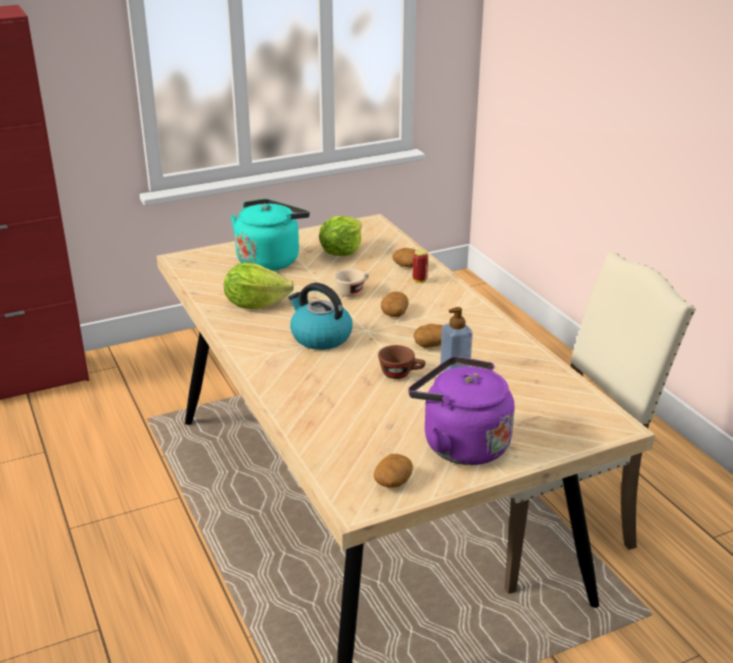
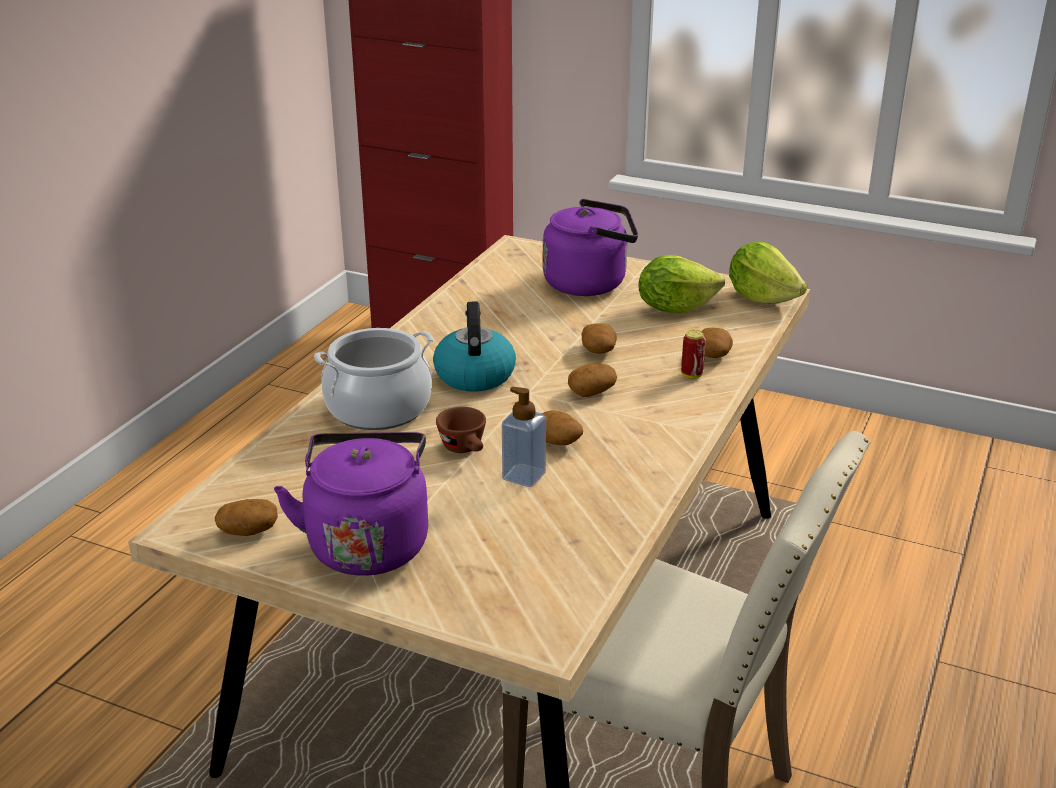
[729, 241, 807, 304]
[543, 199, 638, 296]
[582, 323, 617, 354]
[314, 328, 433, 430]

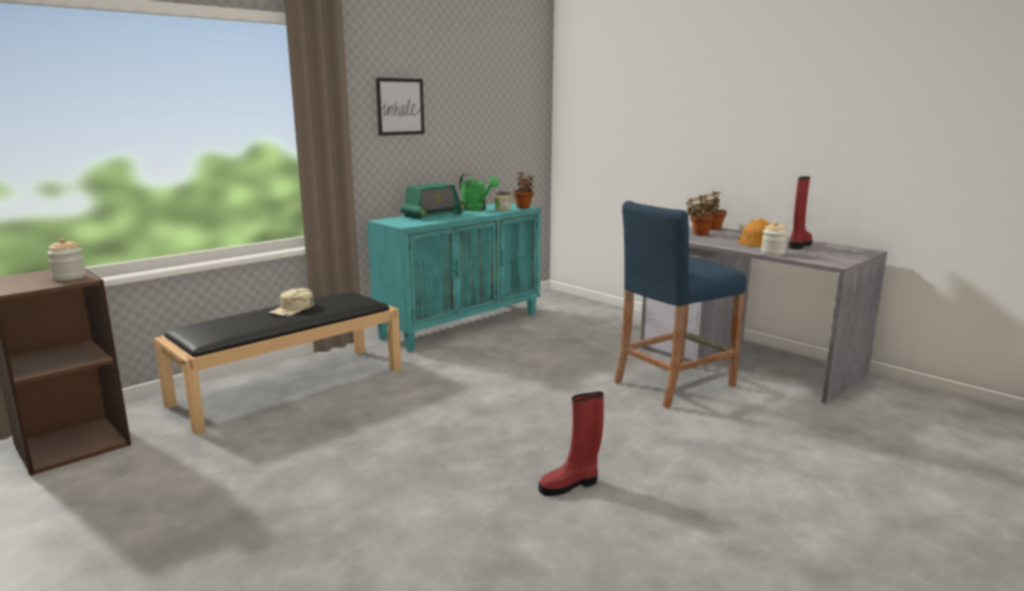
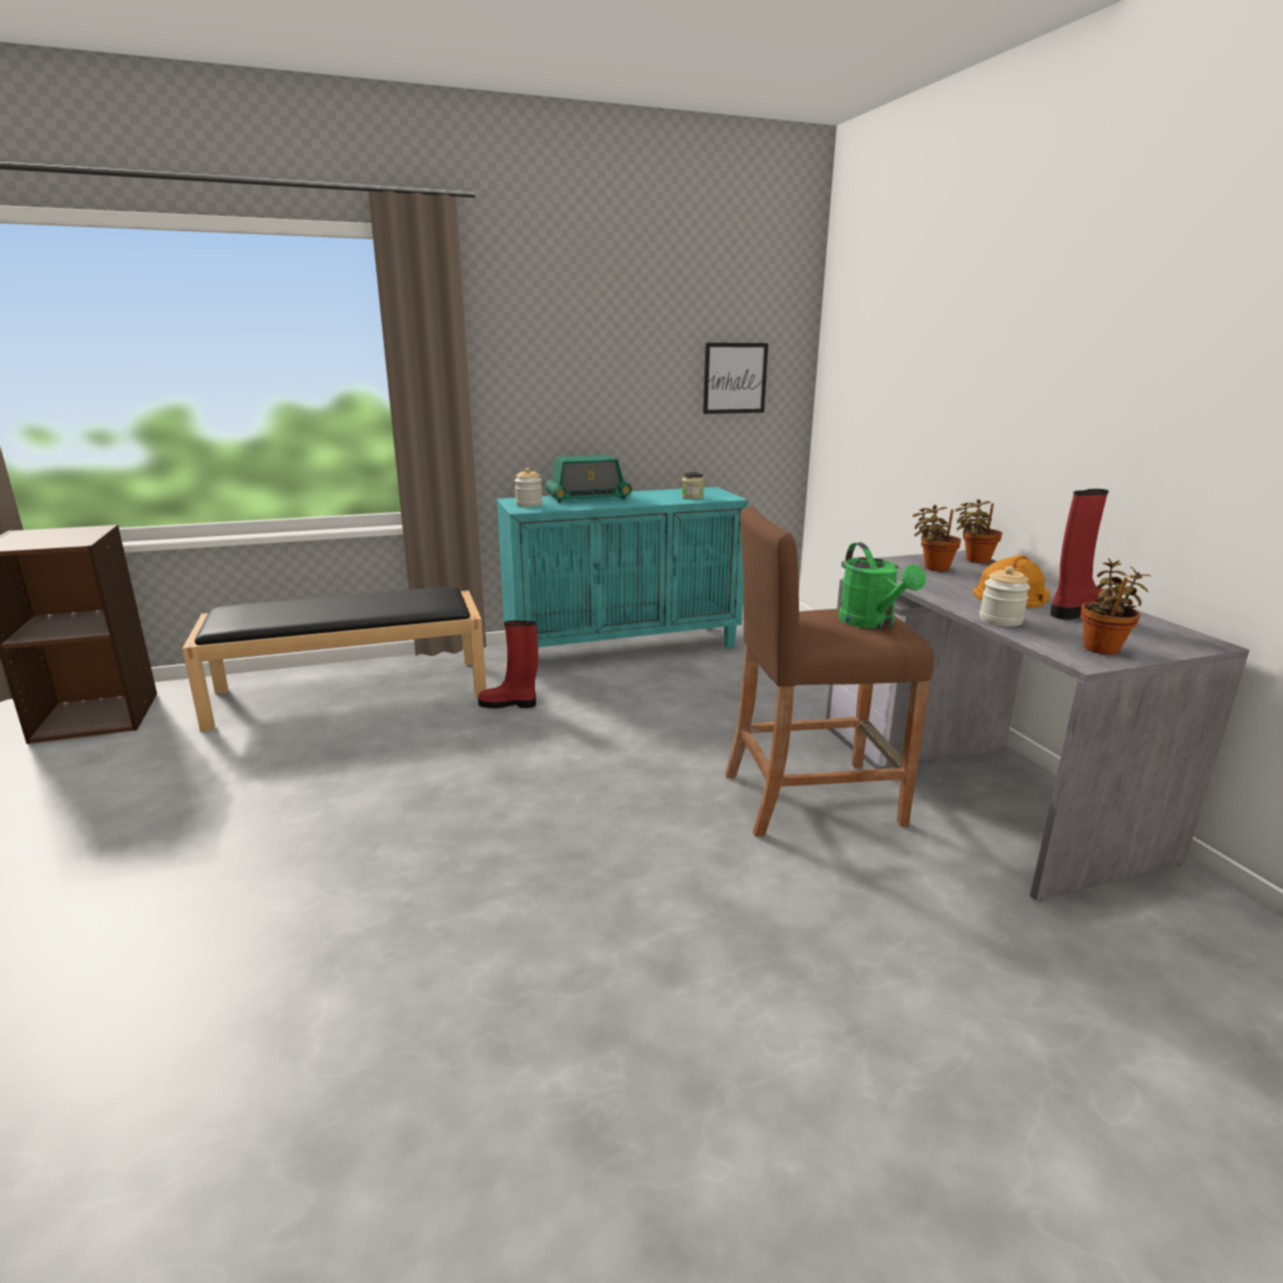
[514, 468, 543, 507]
[268, 288, 314, 316] (first image)
[703, 343, 768, 414]
[839, 542, 926, 629]
[1081, 558, 1151, 655]
[478, 620, 538, 708]
[725, 506, 934, 837]

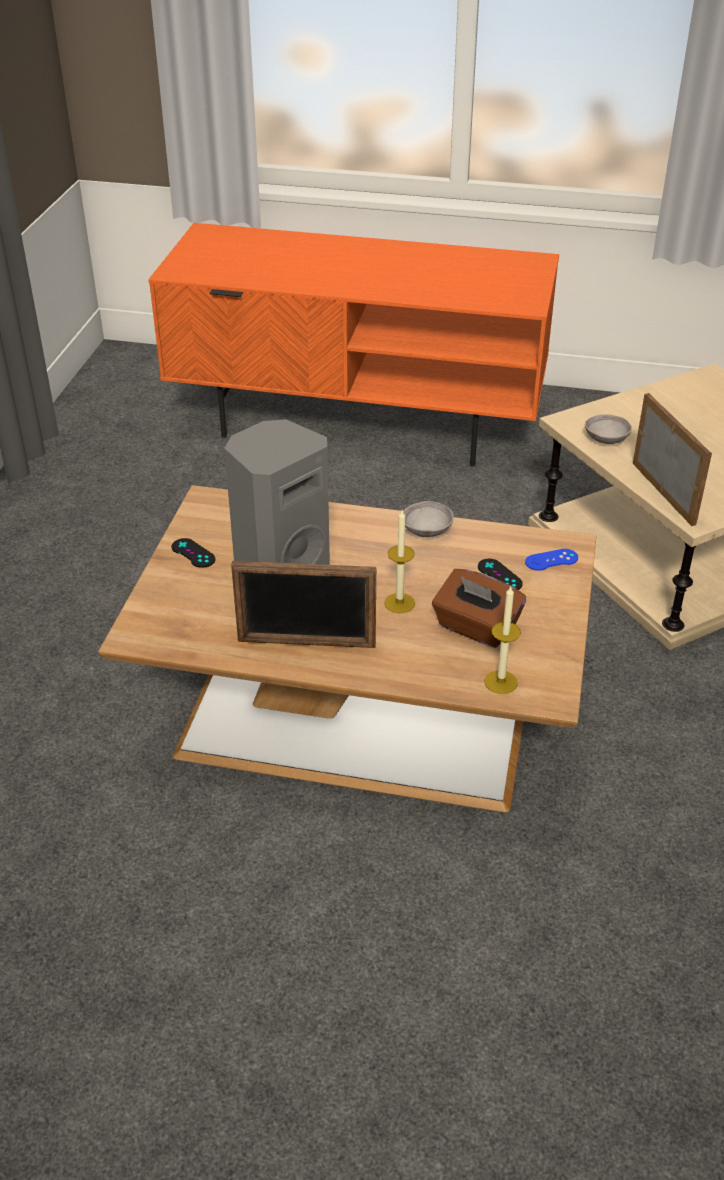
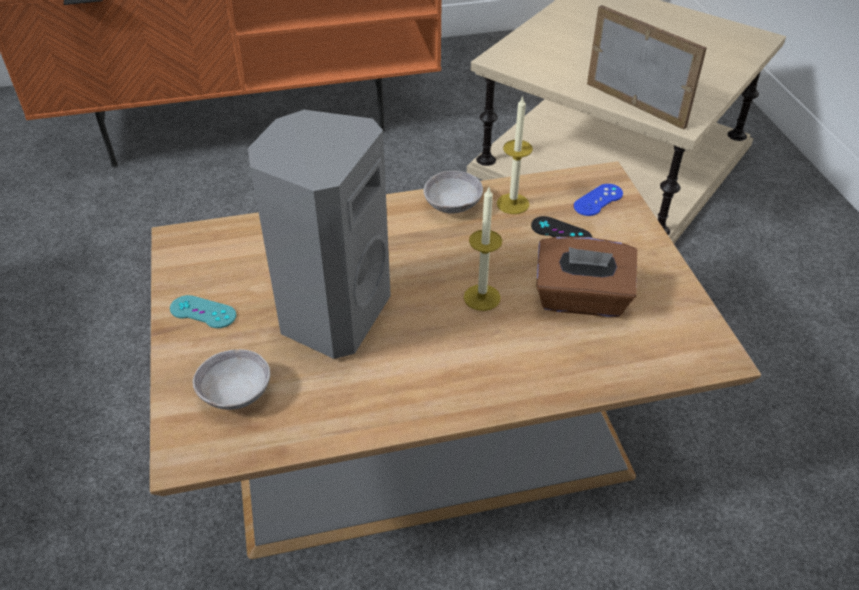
[170, 295, 236, 328]
[231, 561, 376, 648] (first image)
[497, 96, 533, 214]
[193, 349, 270, 410]

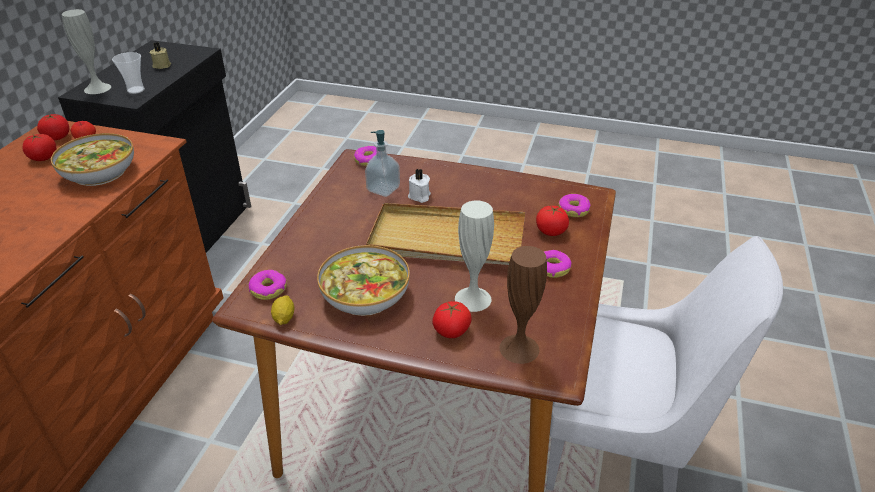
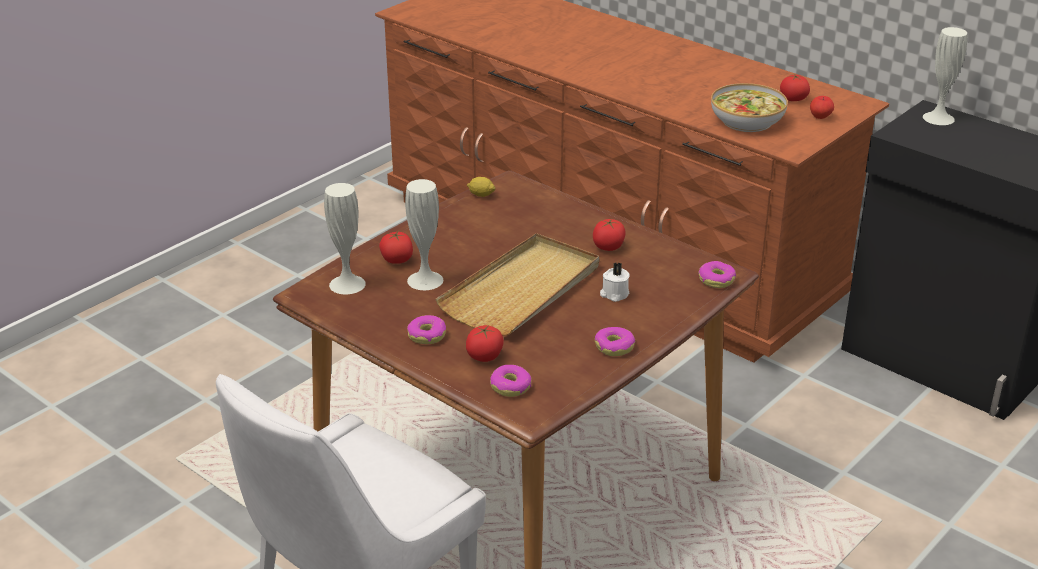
[593, 219, 626, 251]
[112, 52, 145, 94] (first image)
[149, 42, 171, 69] (first image)
[595, 327, 635, 356]
[317, 245, 410, 316] (first image)
[365, 130, 400, 197] (first image)
[324, 183, 366, 294]

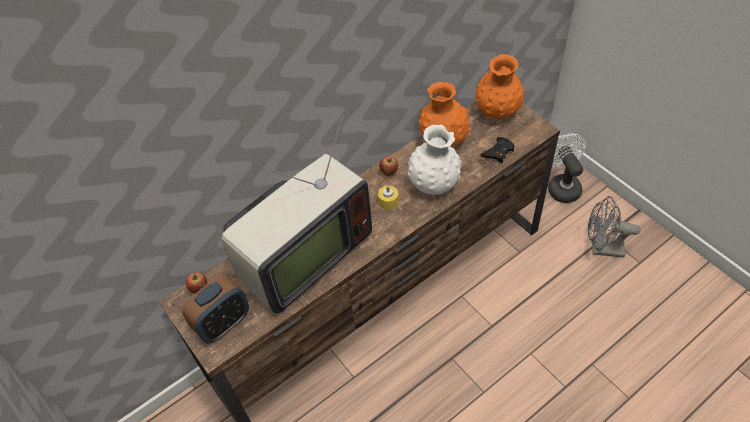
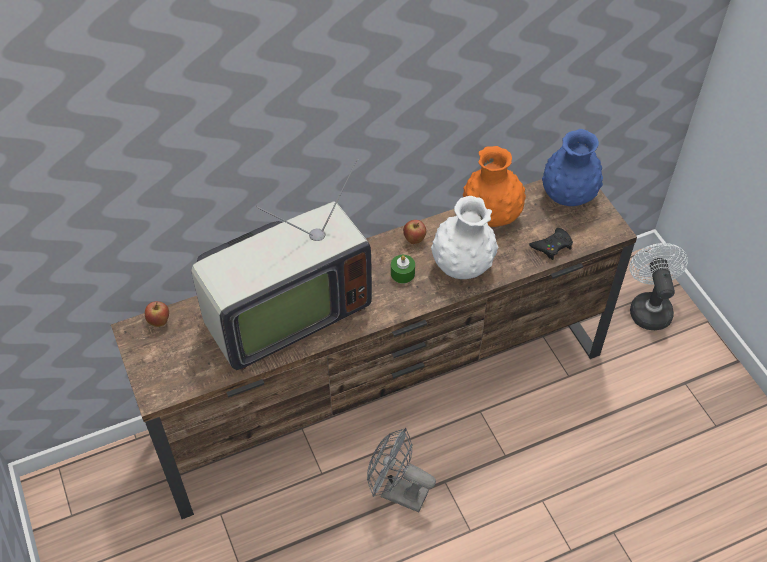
[182, 275, 249, 343] (first image)
[391, 255, 415, 284]
[542, 129, 603, 206]
[367, 428, 436, 512]

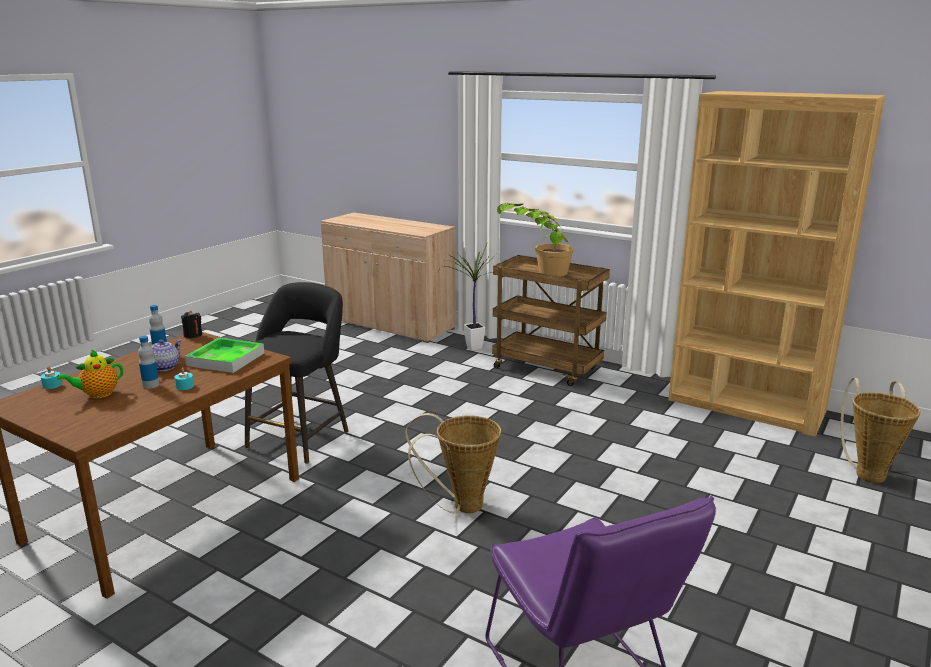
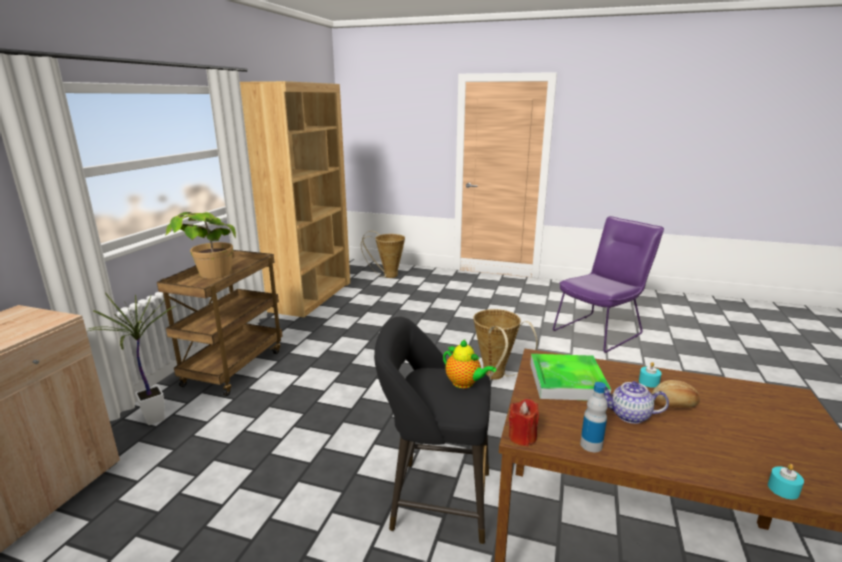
[443, 340, 496, 388]
[651, 380, 700, 408]
[509, 399, 539, 447]

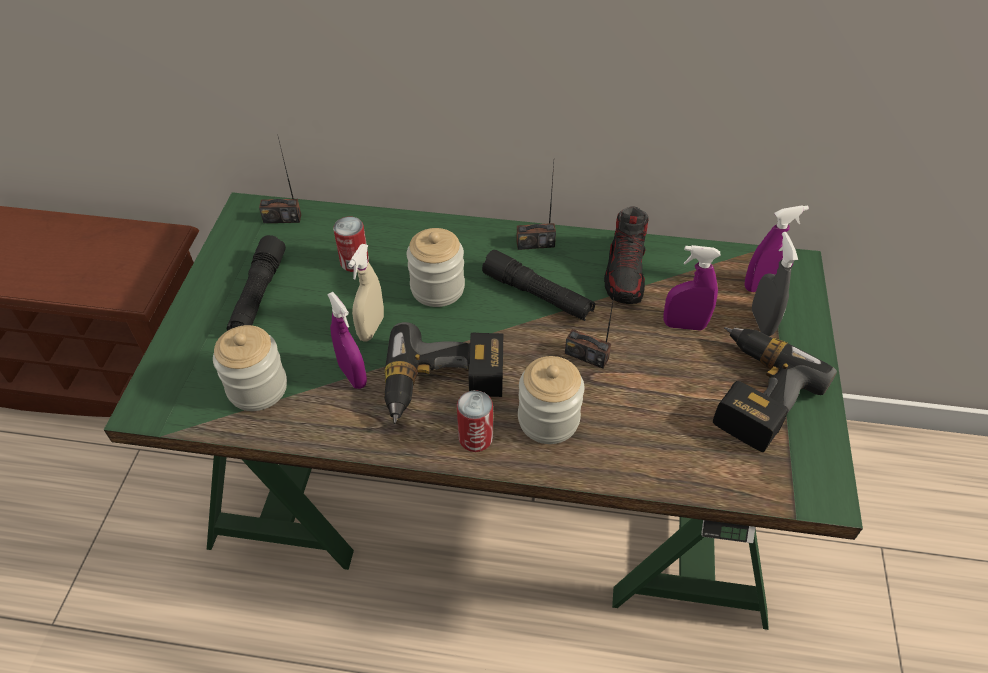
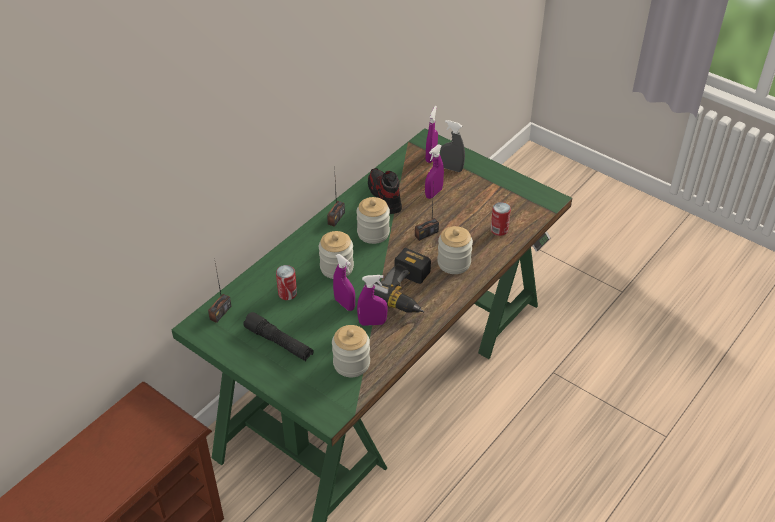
[333, 254, 355, 311]
[491, 202, 511, 236]
[356, 197, 390, 244]
[368, 168, 402, 214]
[713, 327, 837, 452] (first image)

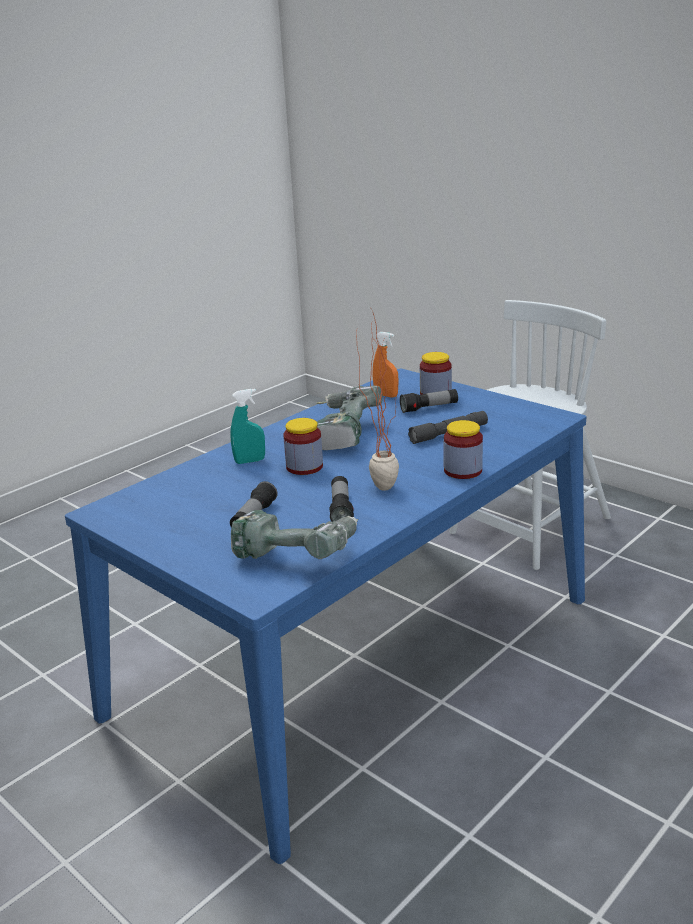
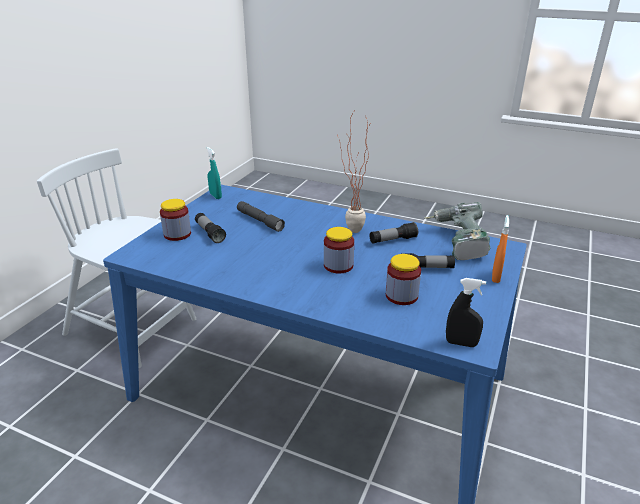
[207, 147, 222, 199]
[316, 386, 383, 450] (first image)
[492, 215, 509, 283]
[386, 254, 421, 305]
[446, 278, 486, 347]

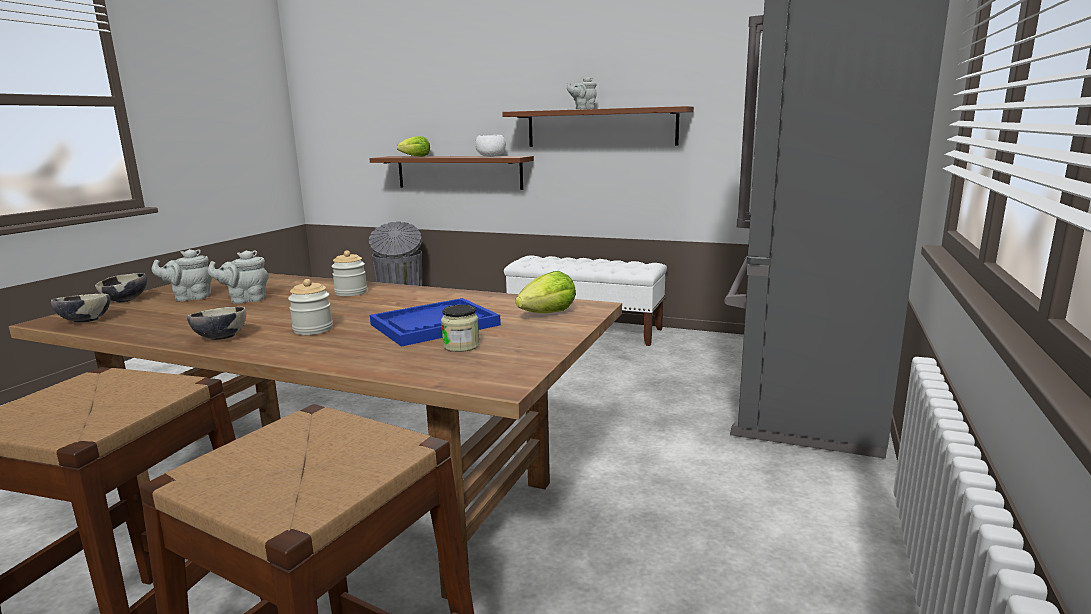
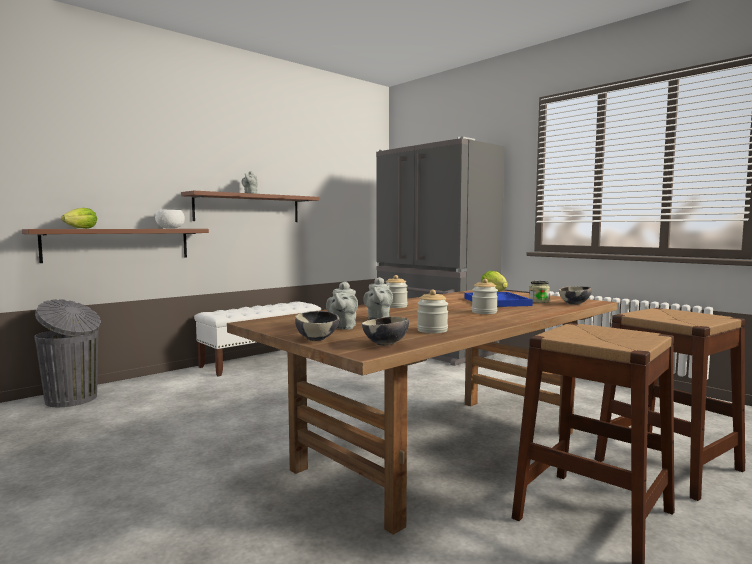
[559, 286, 592, 305]
[417, 290, 448, 333]

